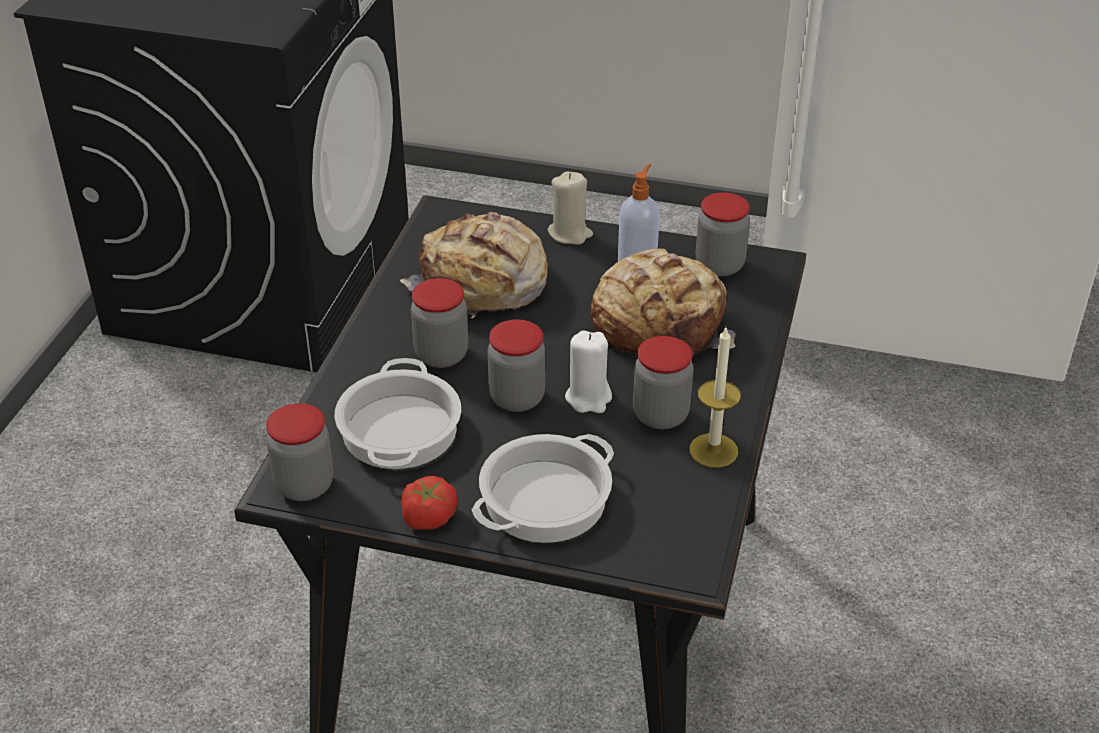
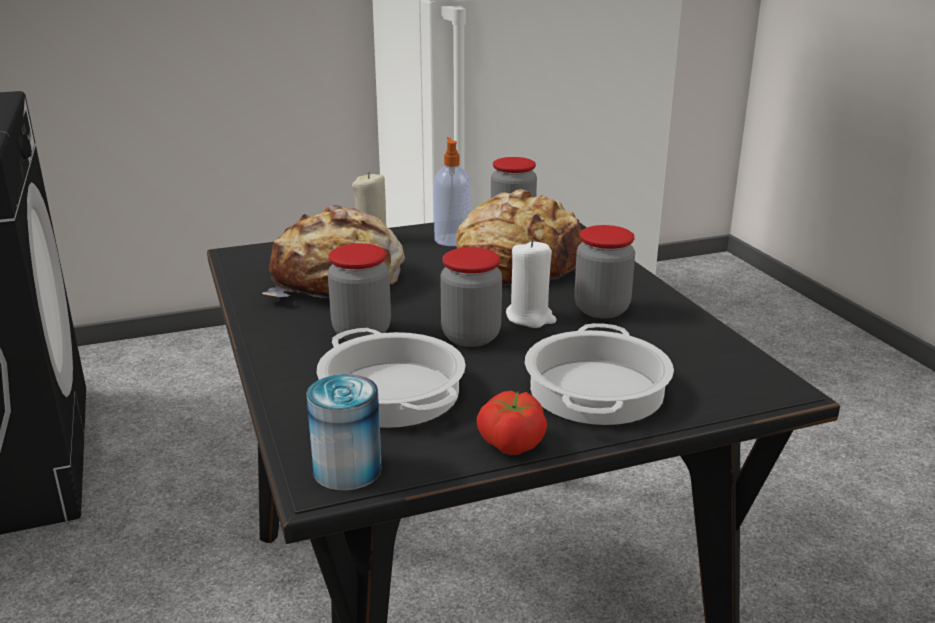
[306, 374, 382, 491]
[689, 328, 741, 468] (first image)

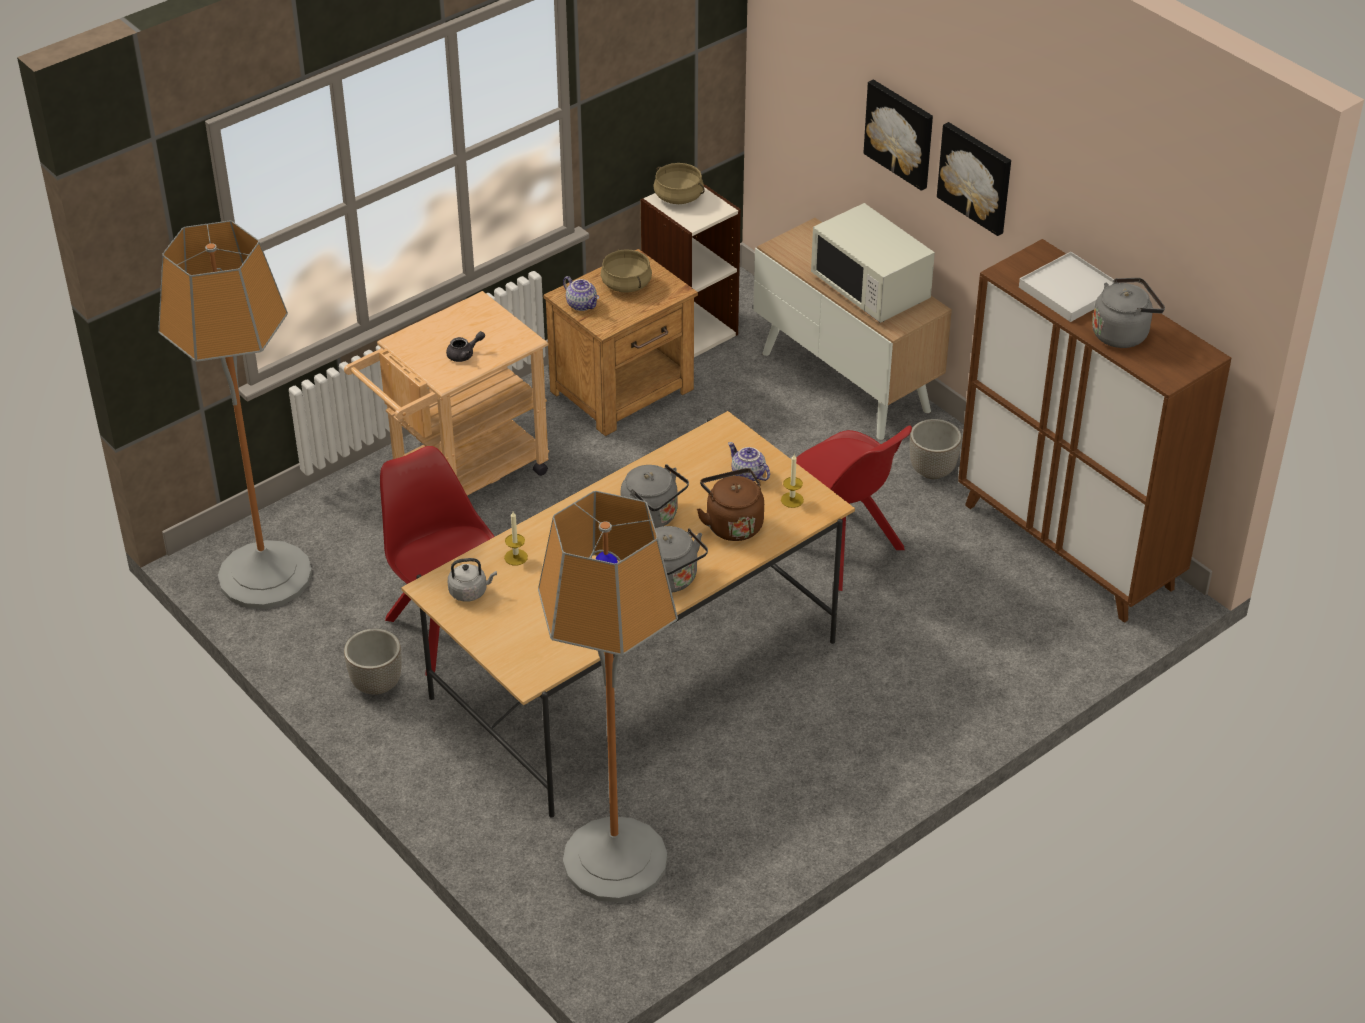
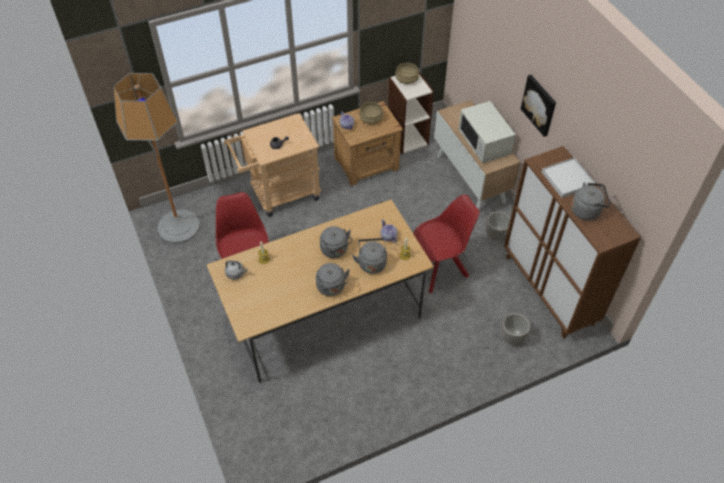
[501, 313, 530, 345]
[538, 491, 678, 902] (first image)
[352, 238, 387, 274]
[413, 195, 479, 293]
[864, 80, 933, 191] (first image)

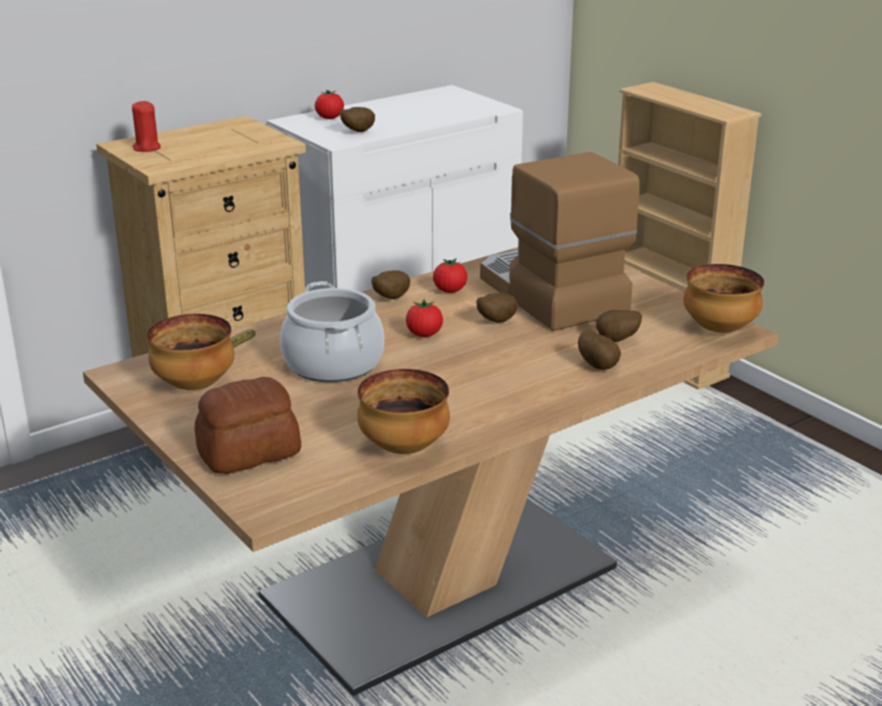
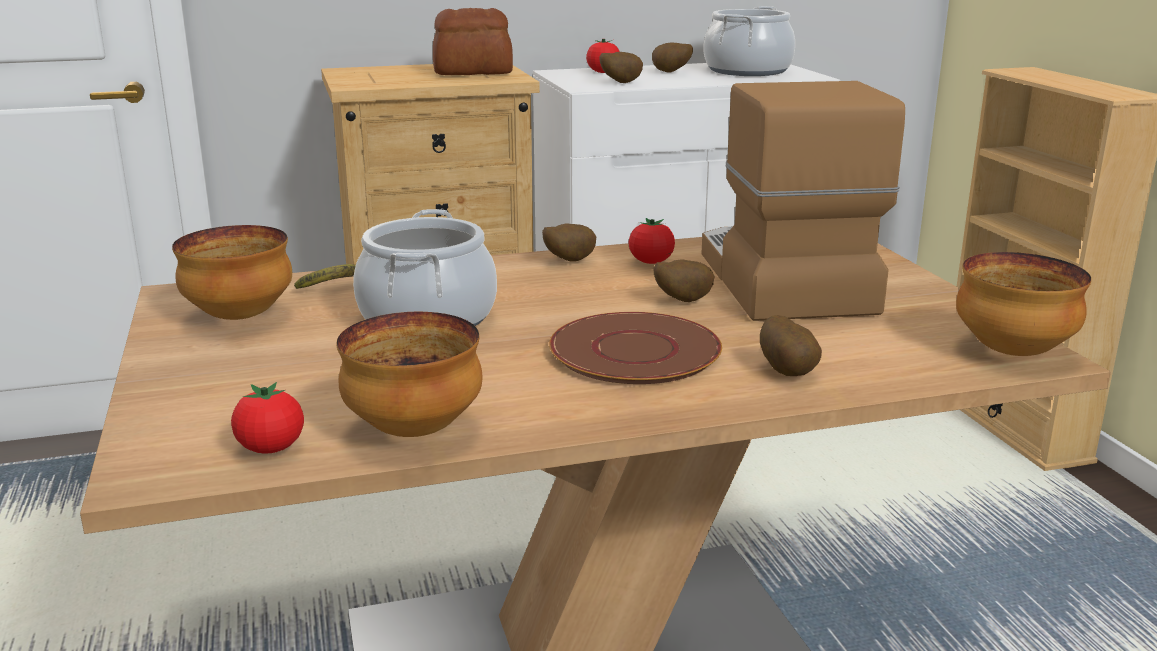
[132, 101, 161, 152] (first image)
[433, 8, 513, 75]
[231, 382, 304, 453]
[652, 43, 693, 73]
[549, 312, 722, 384]
[704, 6, 795, 76]

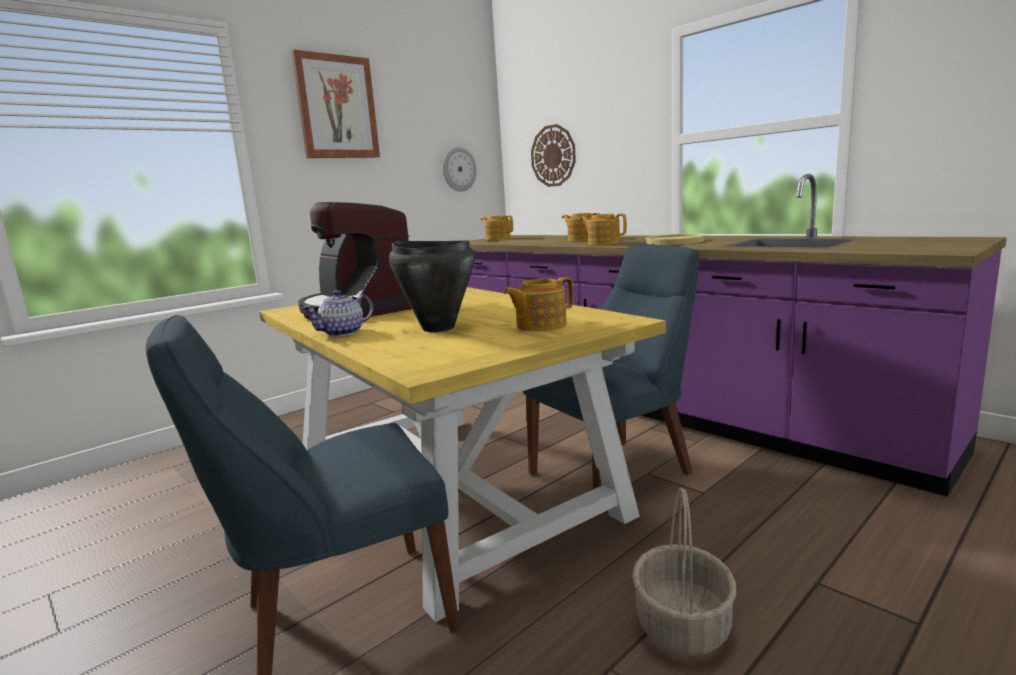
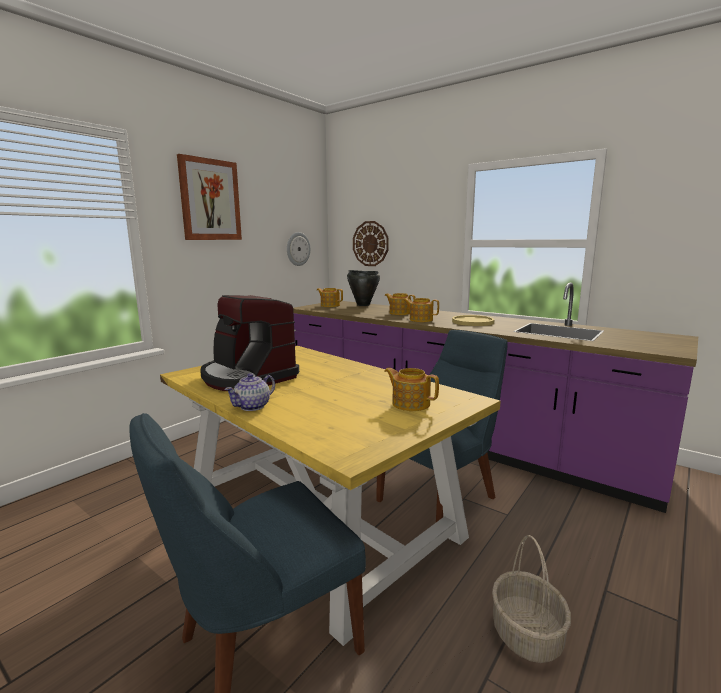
[347, 270, 380, 306]
[384, 368, 439, 411]

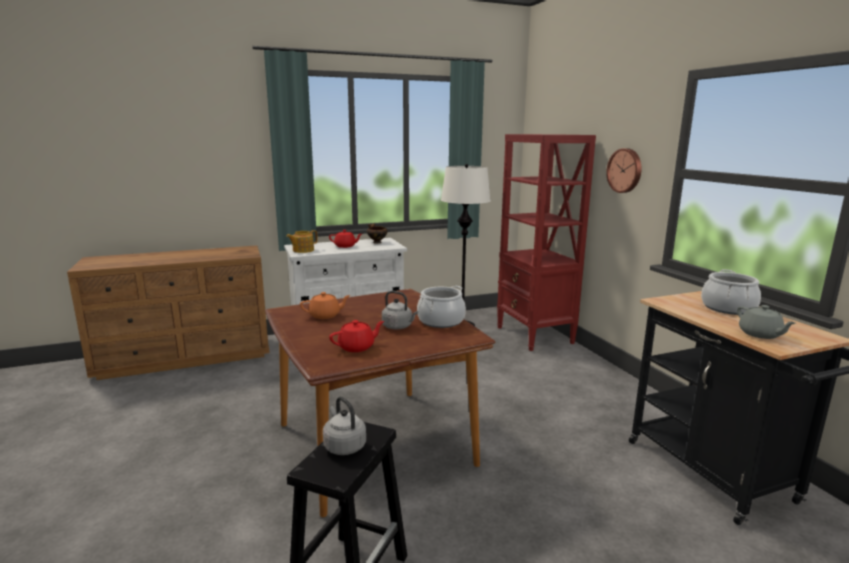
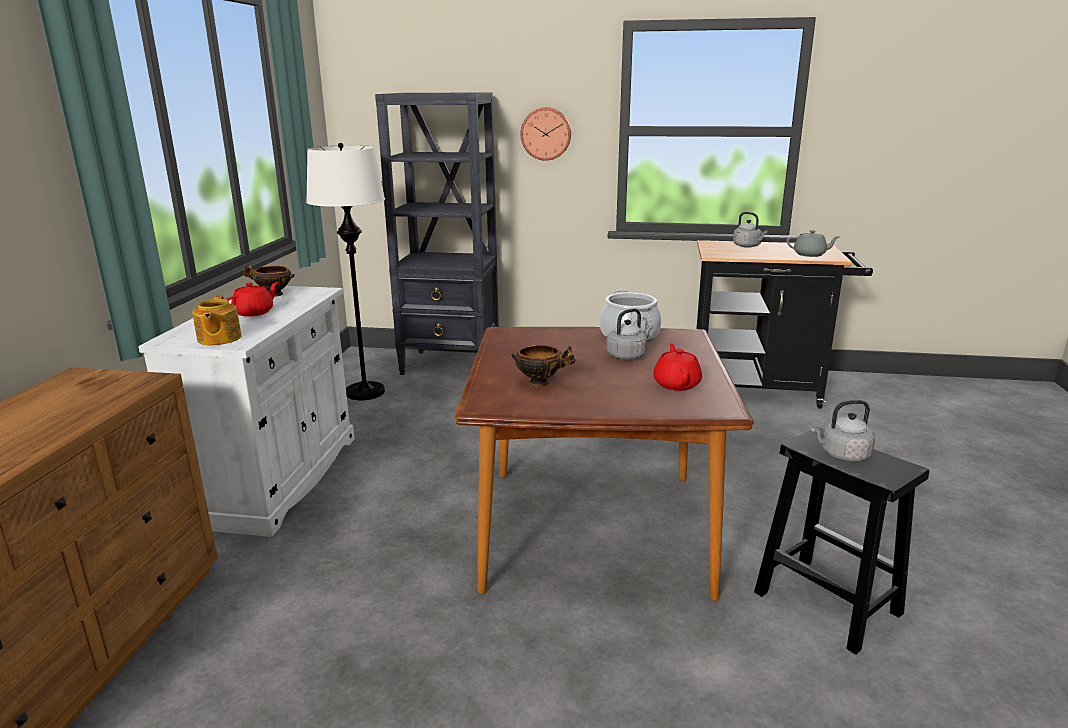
[512, 345, 575, 387]
[375, 92, 499, 375]
[733, 212, 767, 248]

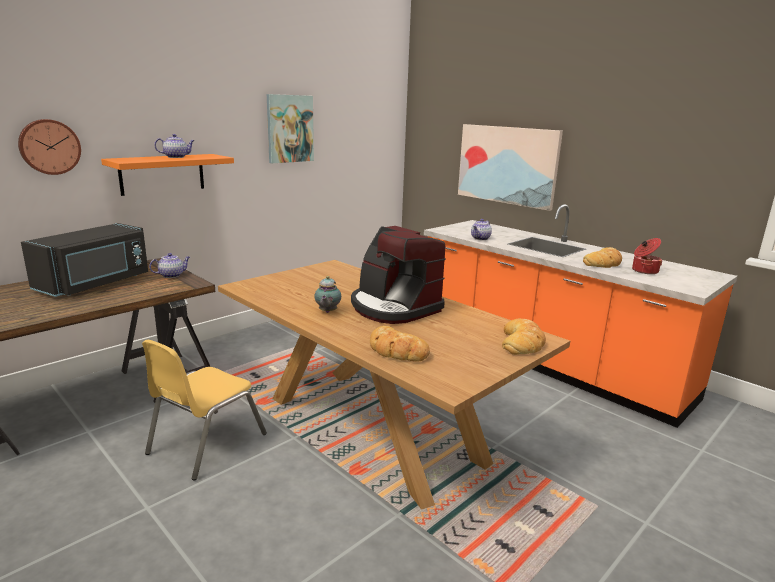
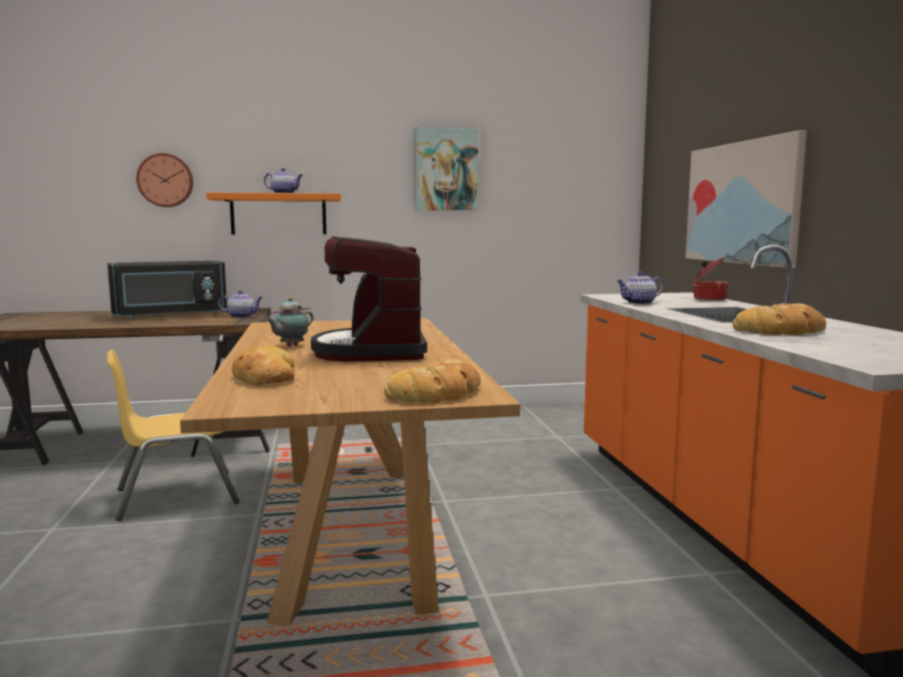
[693, 257, 728, 301]

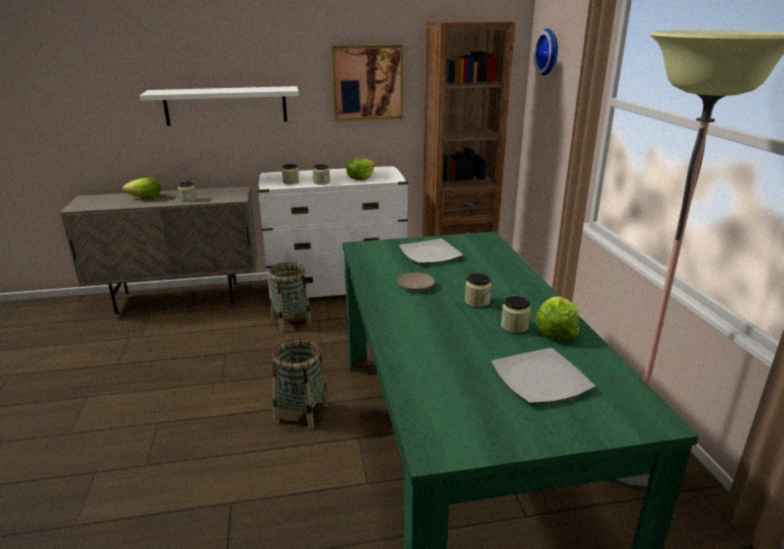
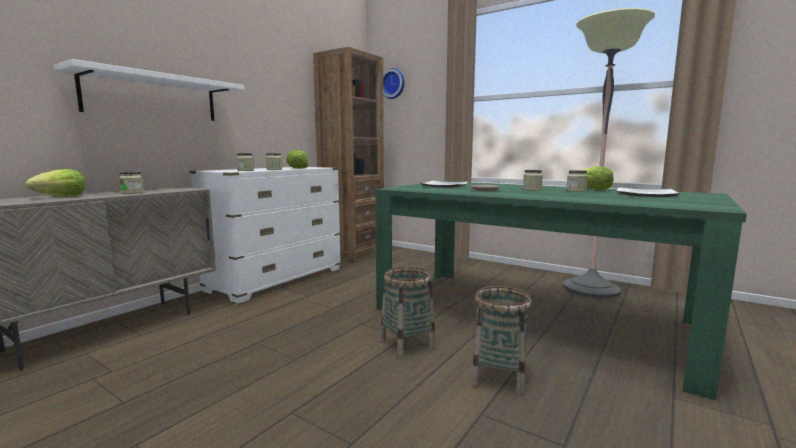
[471, 286, 532, 395]
[331, 44, 404, 121] (first image)

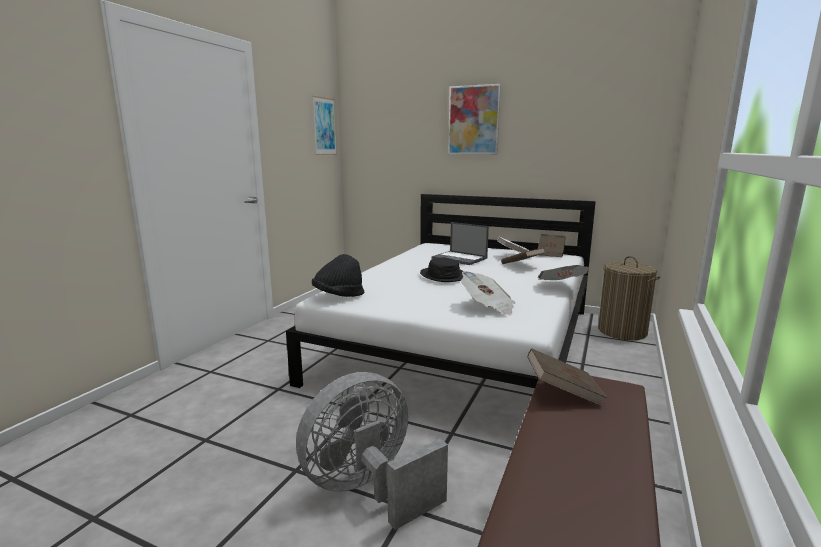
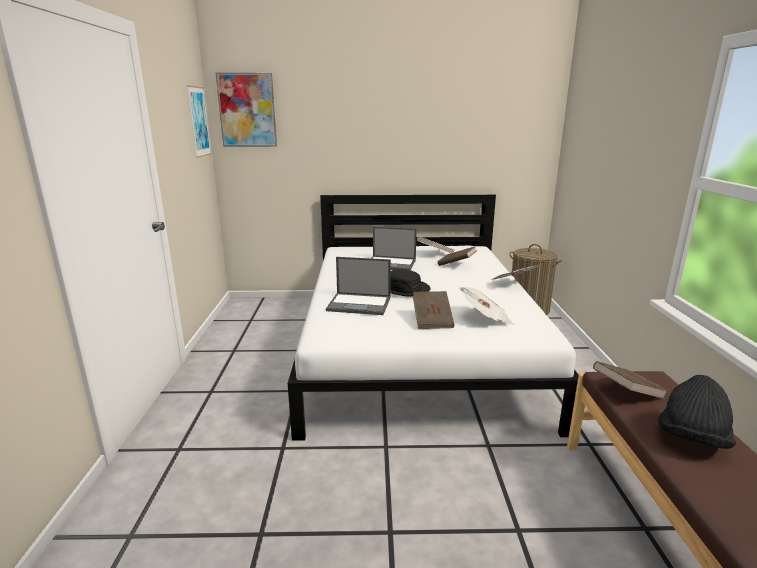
[296, 372, 448, 530] (first image)
[658, 375, 736, 449]
[215, 73, 277, 147]
[413, 291, 454, 329]
[326, 257, 391, 315]

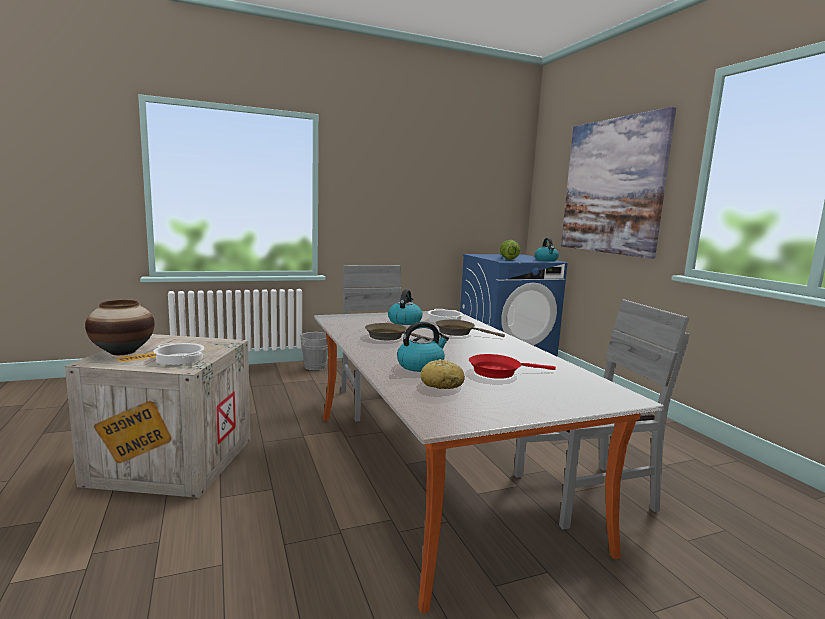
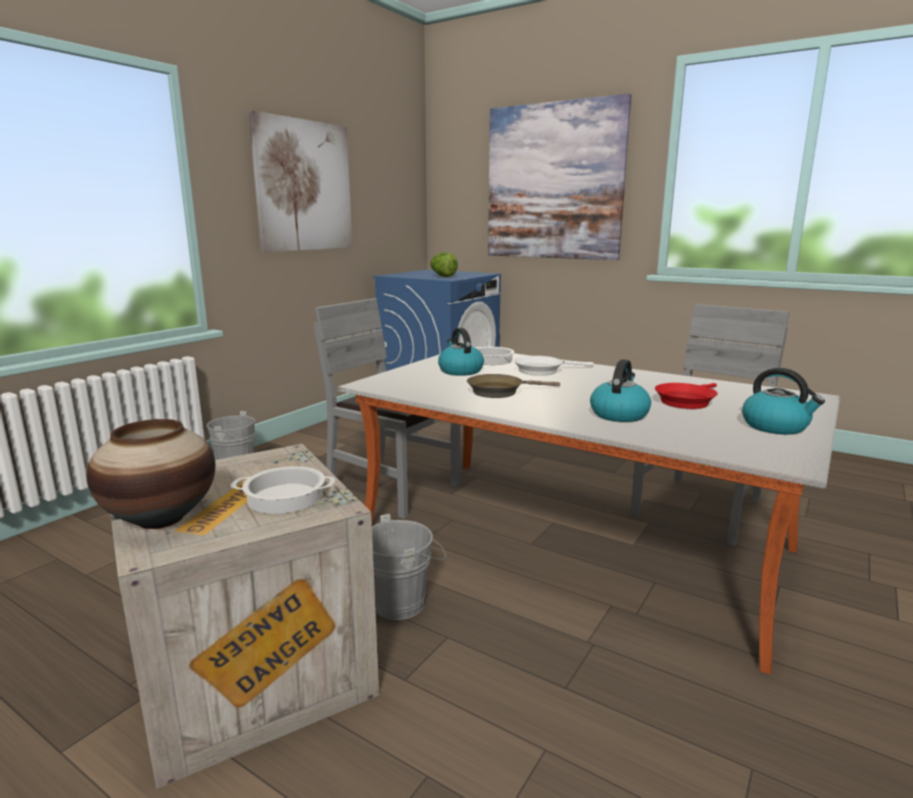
[421, 359, 465, 389] (first image)
[514, 356, 594, 376]
[742, 368, 825, 434]
[248, 110, 352, 252]
[372, 514, 446, 620]

